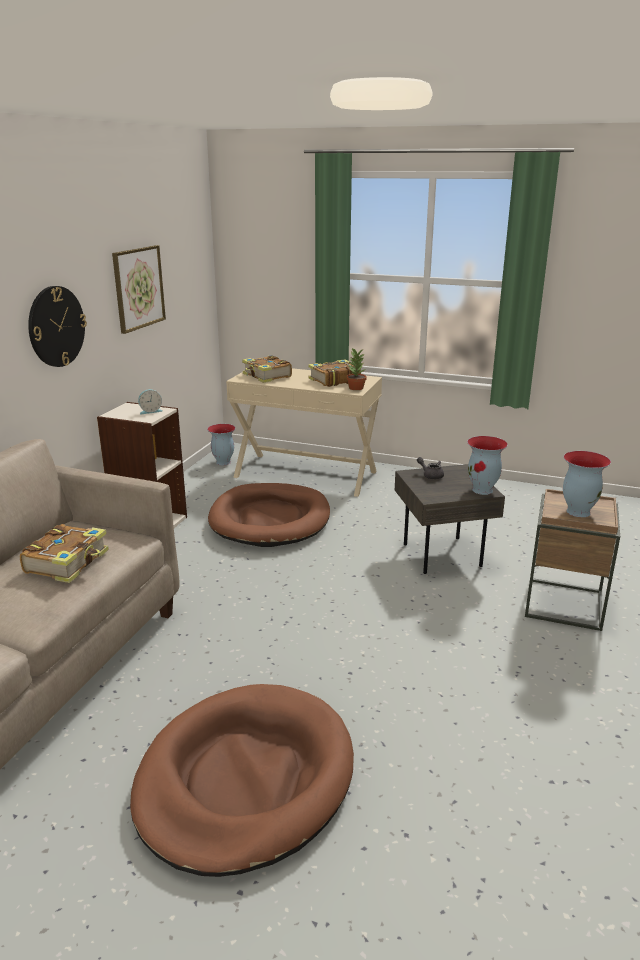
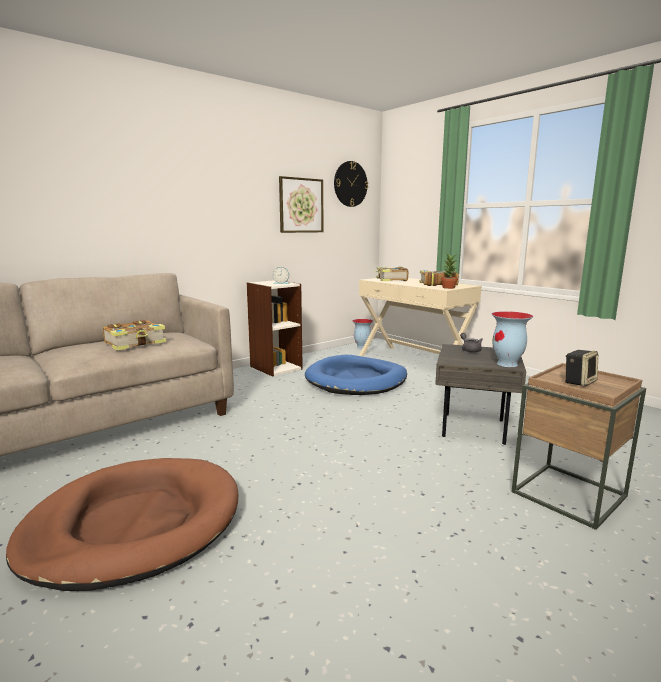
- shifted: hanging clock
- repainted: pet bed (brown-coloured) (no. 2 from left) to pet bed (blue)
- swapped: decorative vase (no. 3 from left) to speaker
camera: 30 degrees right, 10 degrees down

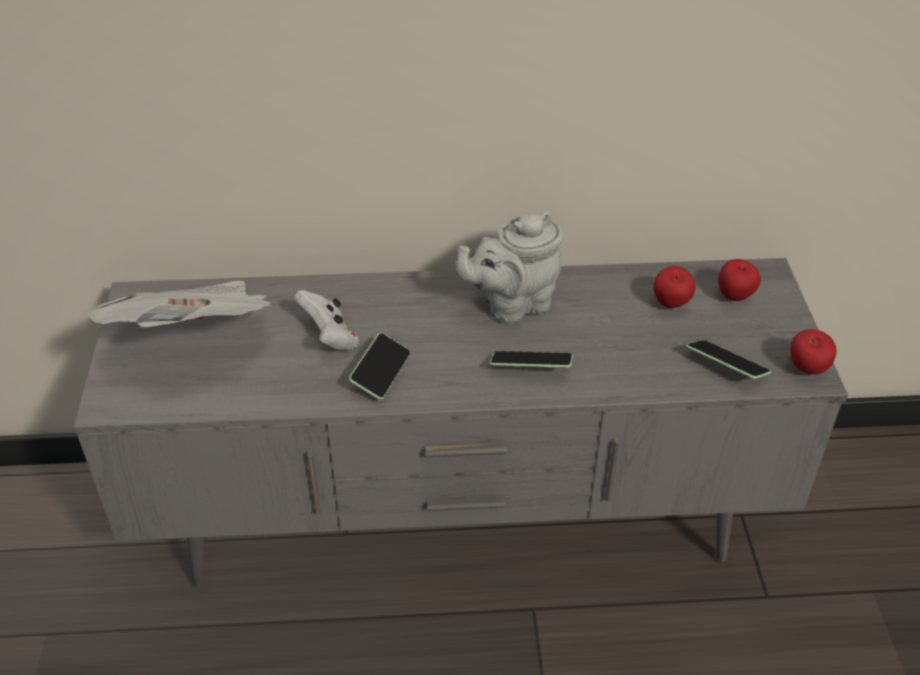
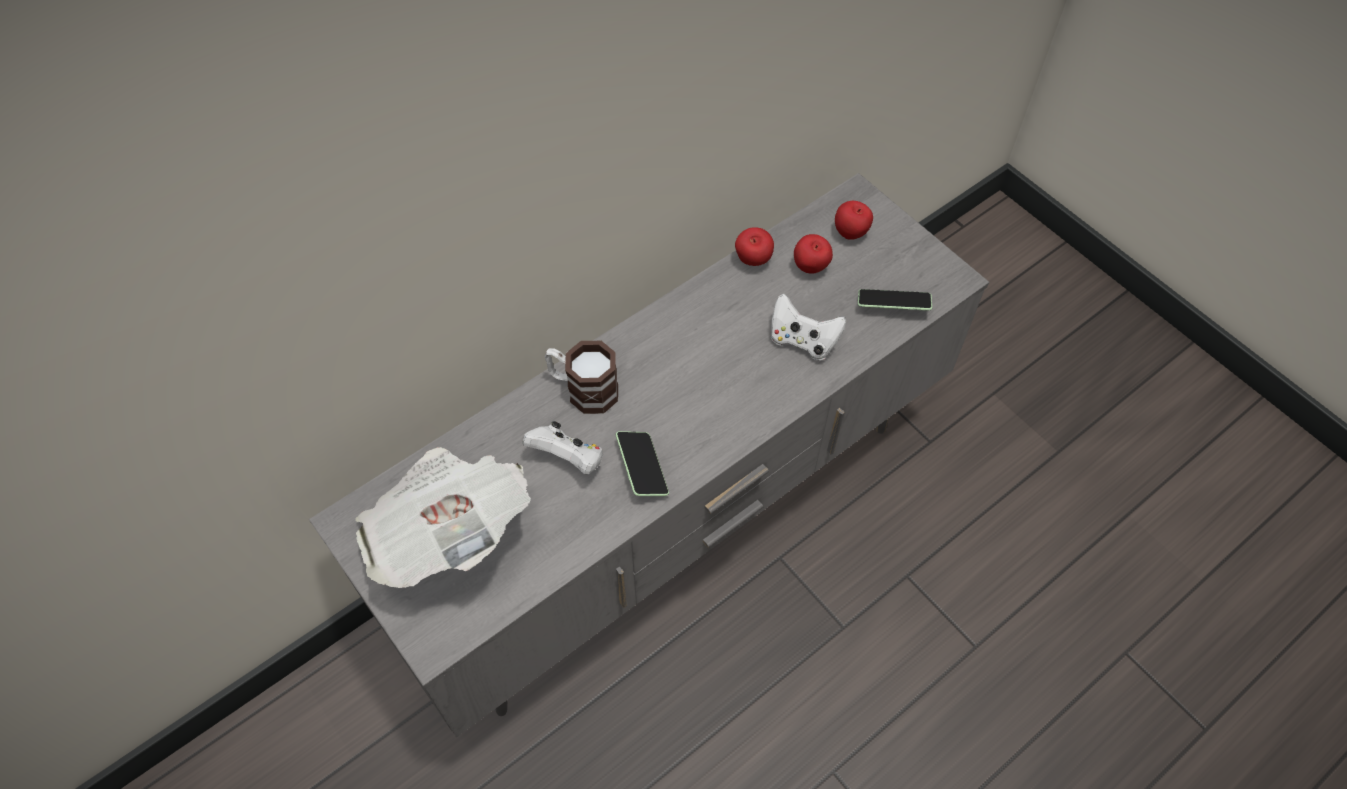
- gone: pot for tea (gray)
- gone: phone (no. 2 from left)
- shifted: apple (no. 3 from left in the first image) to apple (no. 1 from left)
- new: coffee mug
- new: joypad (whitish) (no. 2 from left)
camera: 35 degrees left, 15 degrees up

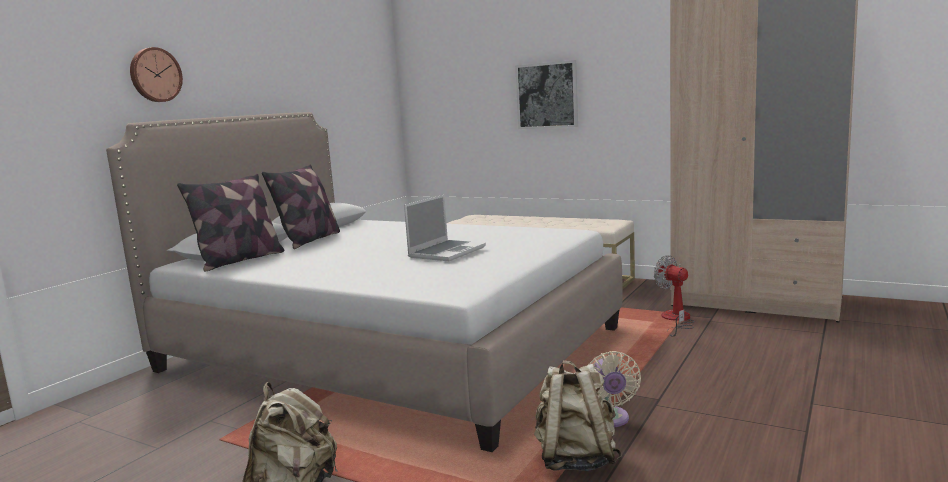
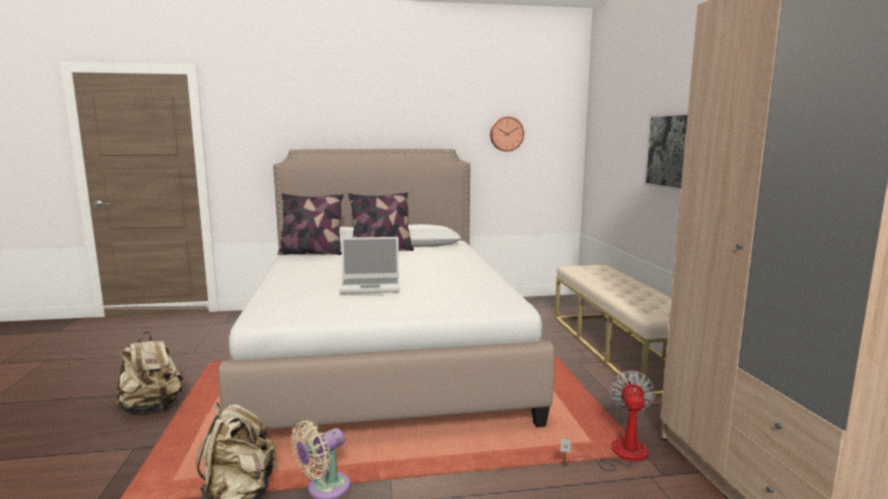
- shifted: hanging clock
camera: 50 degrees right, 0 degrees up

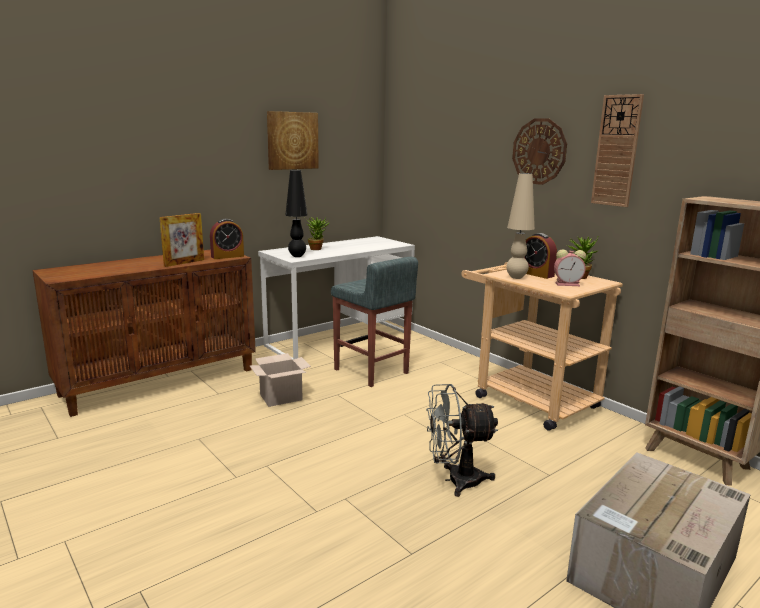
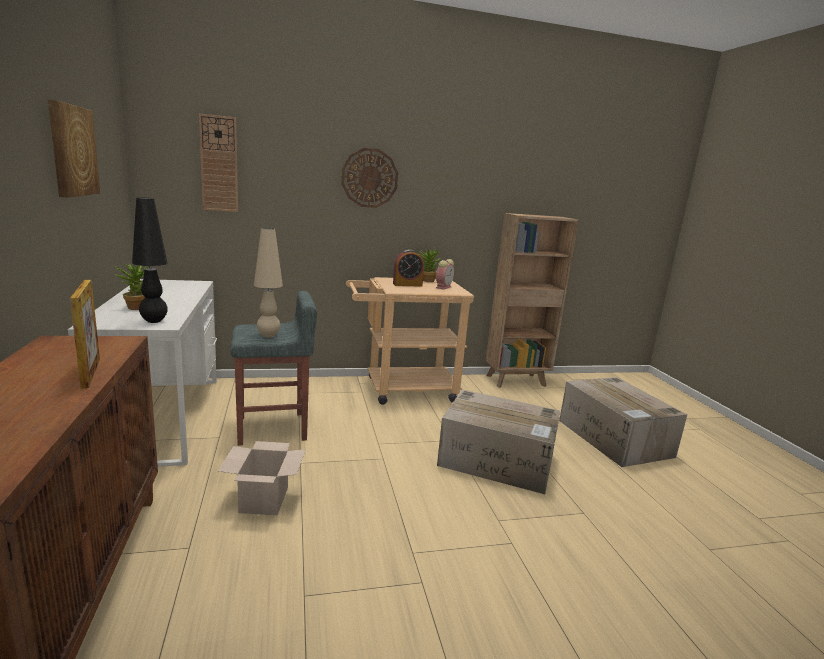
- gone: alarm clock (no. 1 from left)
- swapped: cooling fan (gray) to carton (no. 2 from left)
- shifted: lamp for a table (sand-coloured)
- shifted: hanging clock (no. 2 from left in the first image) to hanging clock (no. 1 from left)
camera: 65 degrees left, 0 degrees up

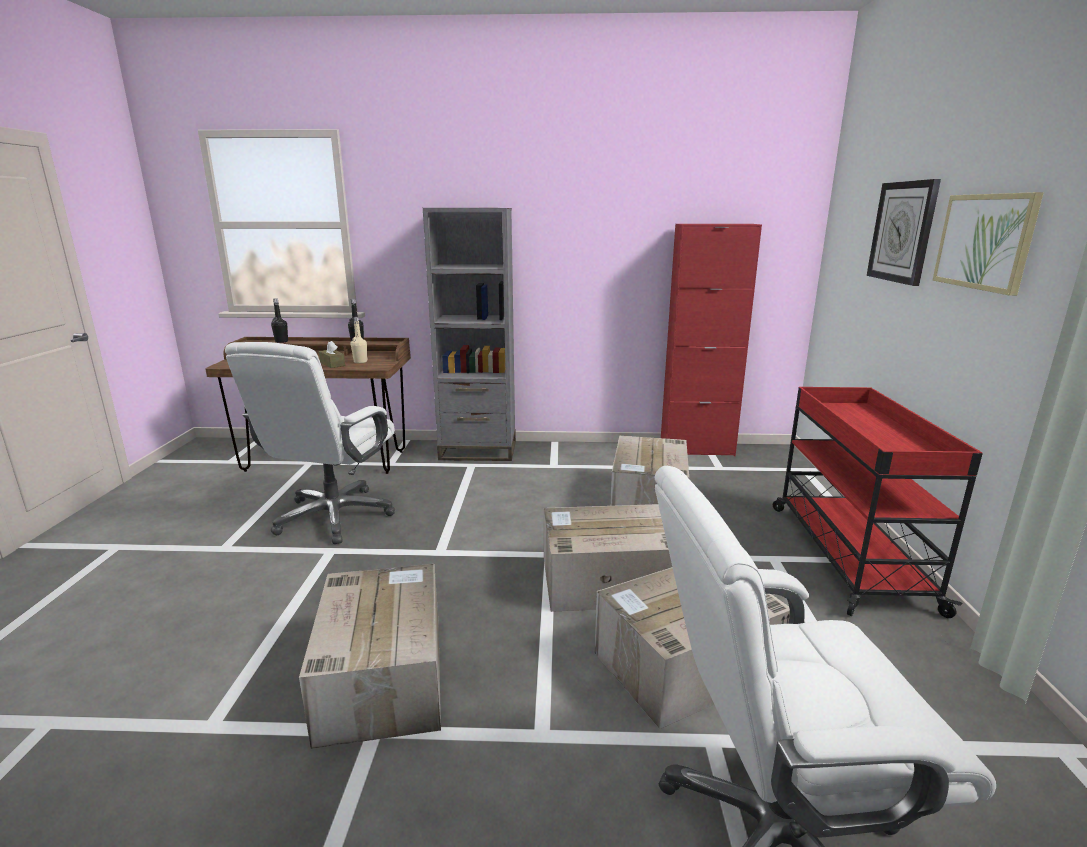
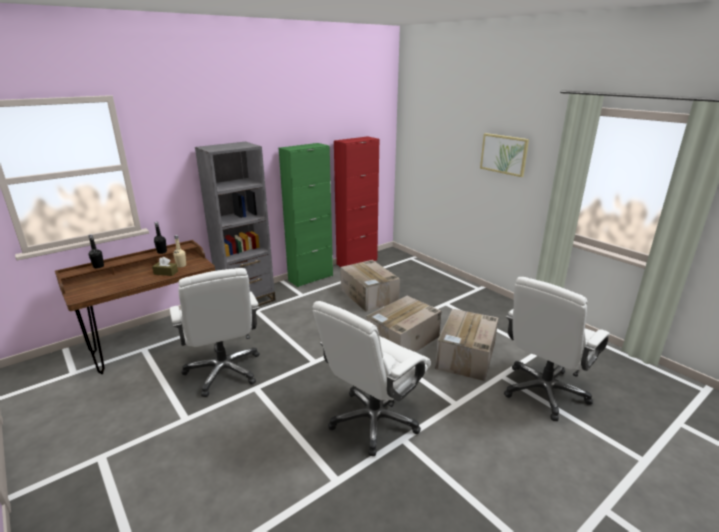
- swapped: carton (no. 1 from left) to office chair (whitish) (no. 2 from left)
- gone: trolley (red-coloured)
- gone: hanging clock
- new: cabinet (greenish)
camera: 40 degrees left, 5 degrees up

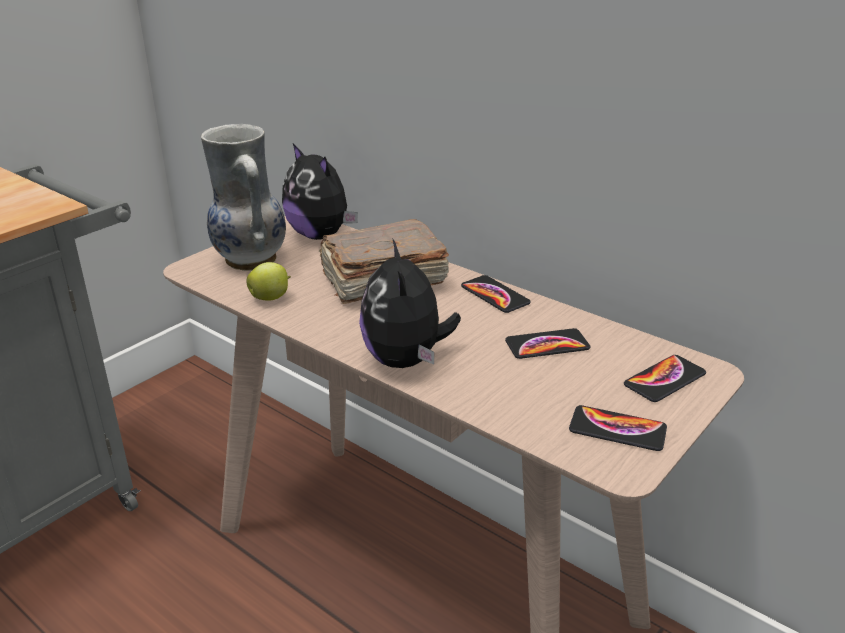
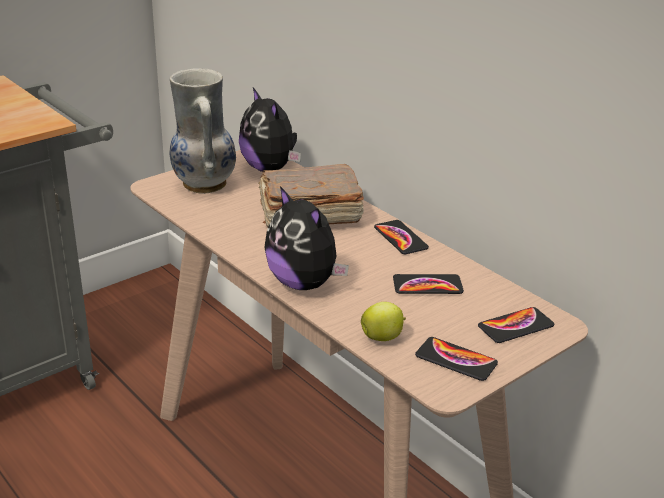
- shifted: apple
- rotated: plush toy (no. 2 from left) 45 degrees counterclockwise
camera: 10 degrees right, 0 degrees up

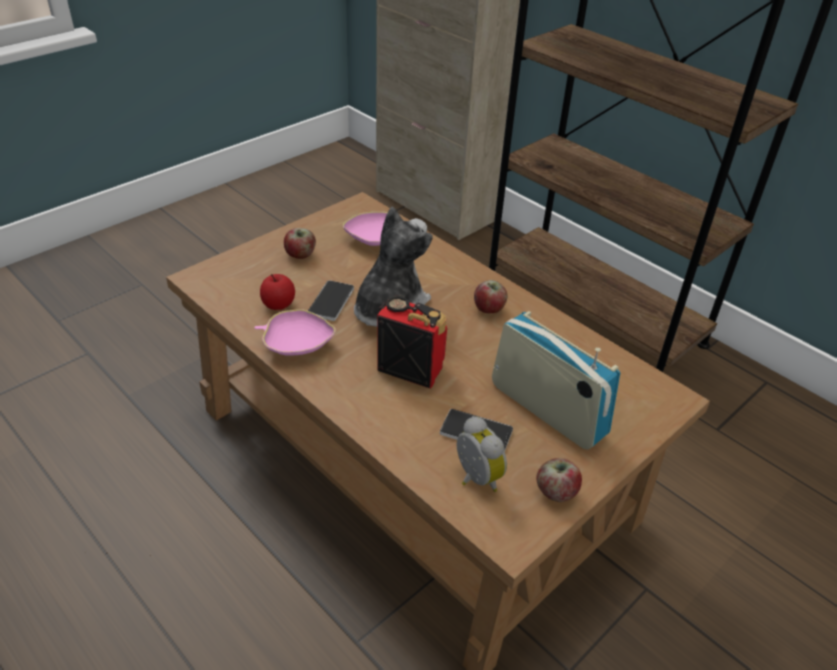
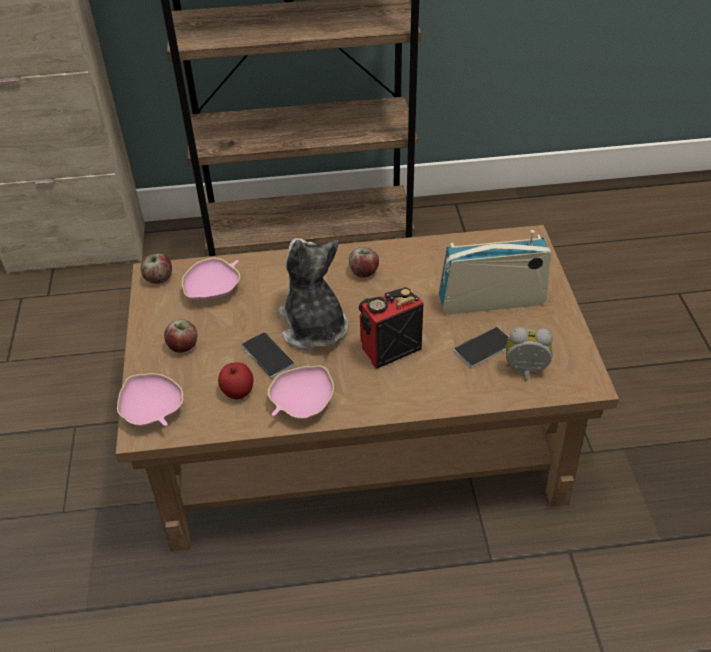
- shifted: apple (no. 4 from left in the first image) to apple (no. 1 from left)
- new: serving bowl (pinkish) (no. 1 from left)
camera: 50 degrees left, 5 degrees up

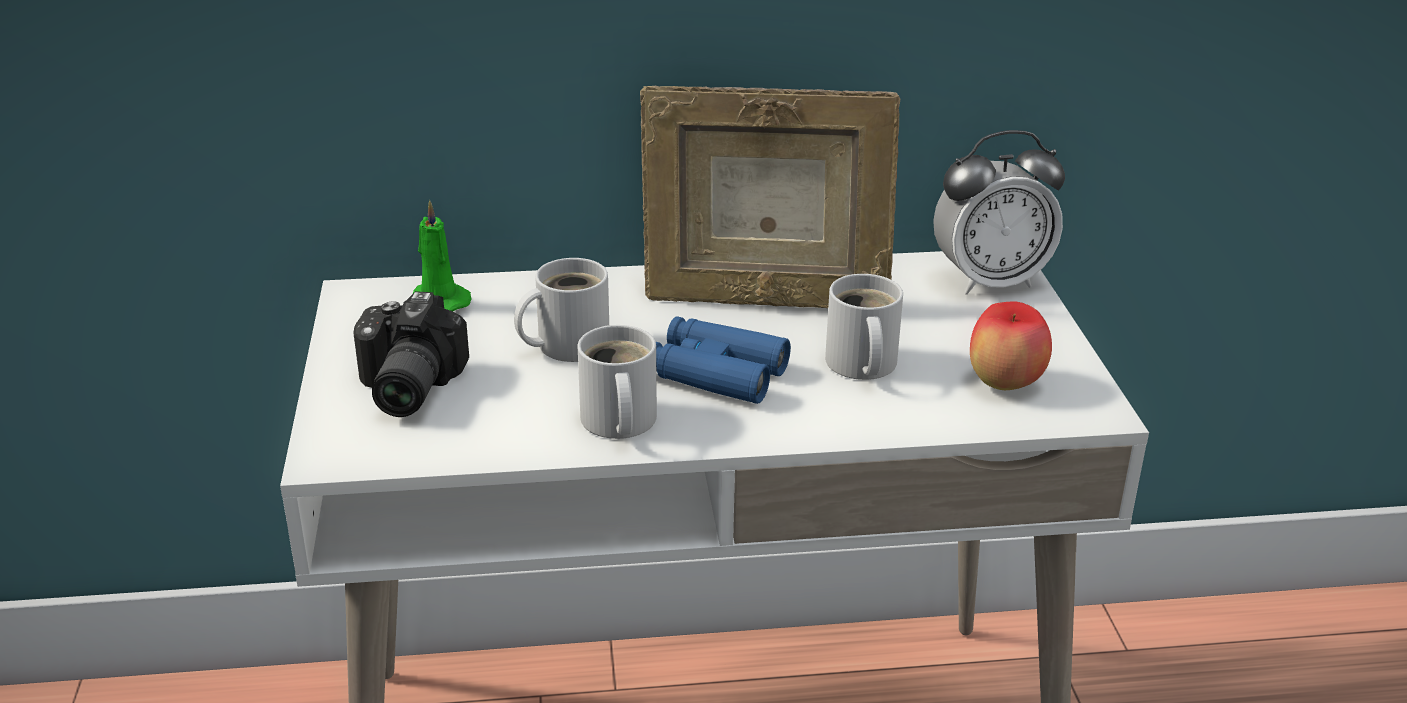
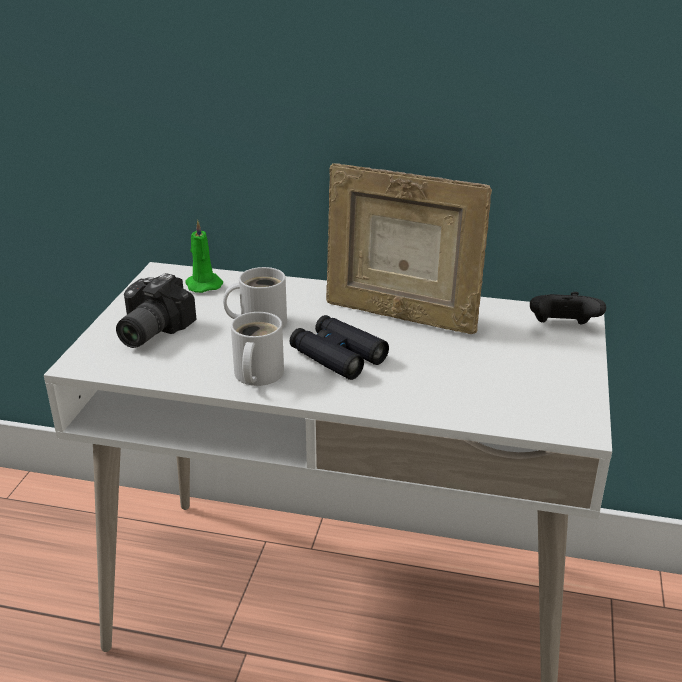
- repainted: binoculars (blue) to binoculars (blackish)
- gone: coffee mug (whitish) (no. 3 from left)
- swapped: alarm clock to joypad (blackish)
- gone: apple
camera: 20 degrees right, 0 degrees up

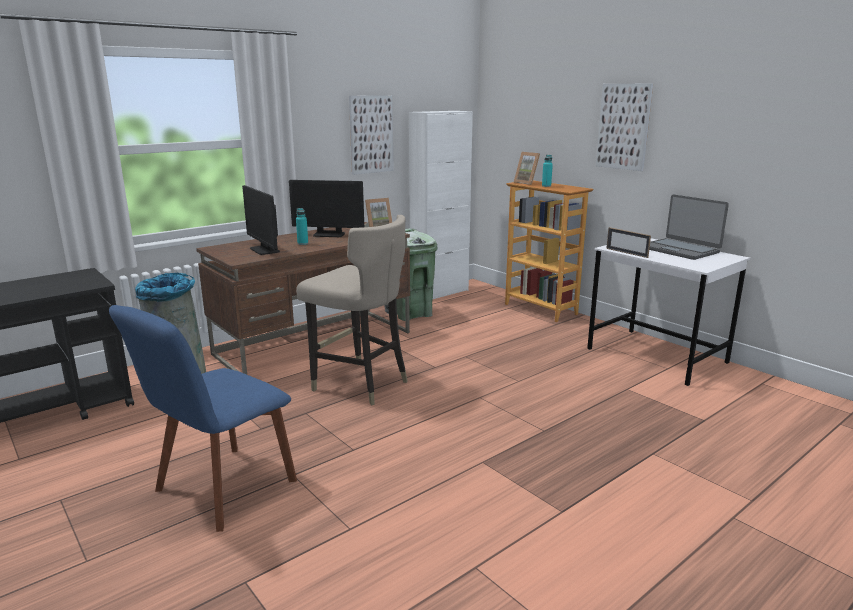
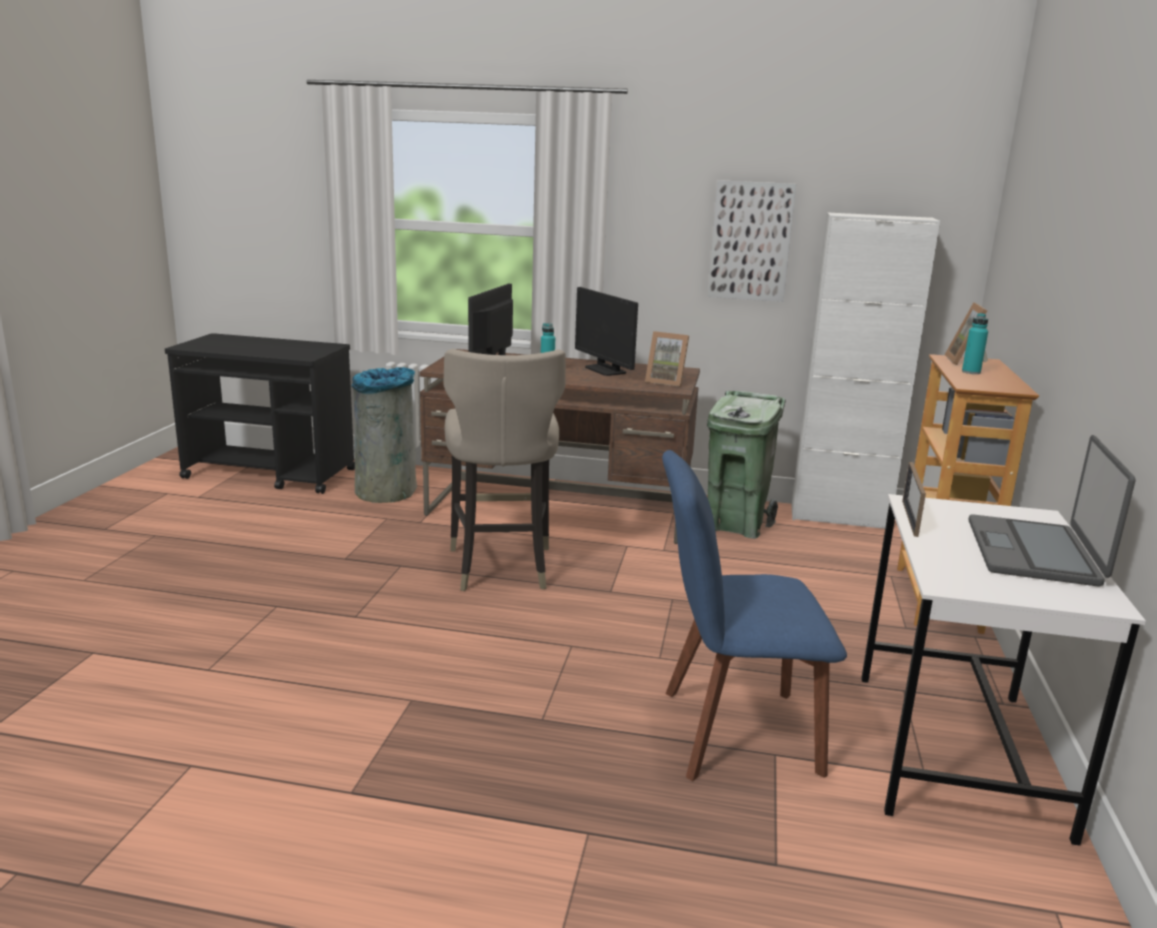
- shifted: upright chair (blue)
- gone: wall art (no. 2 from left)
camera: 50 degrees right, 0 degrees up

